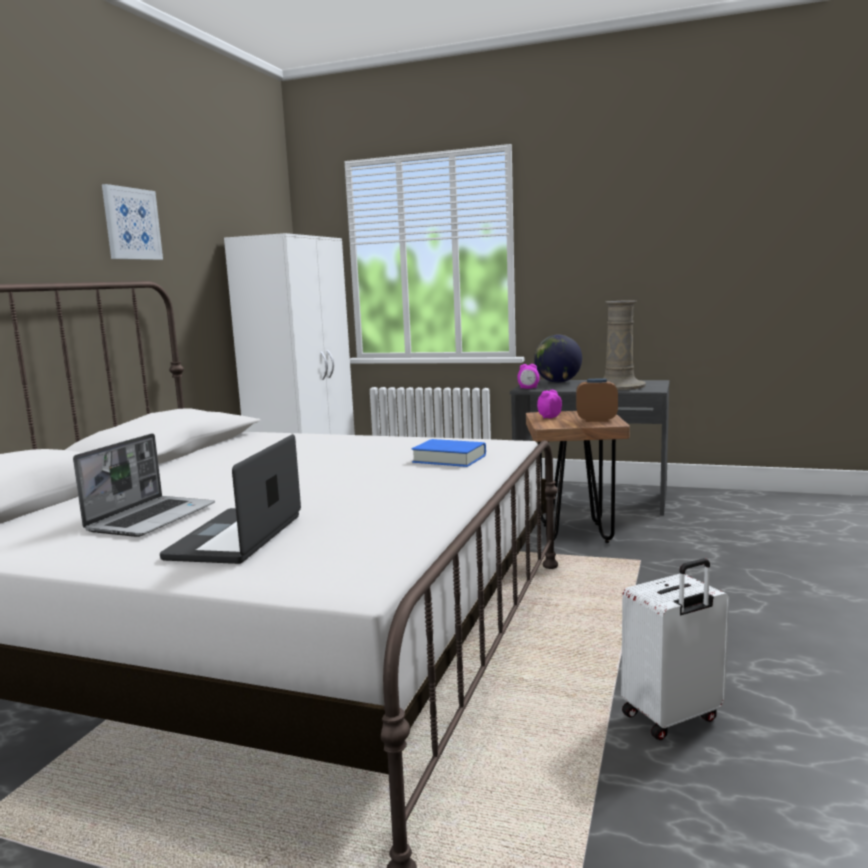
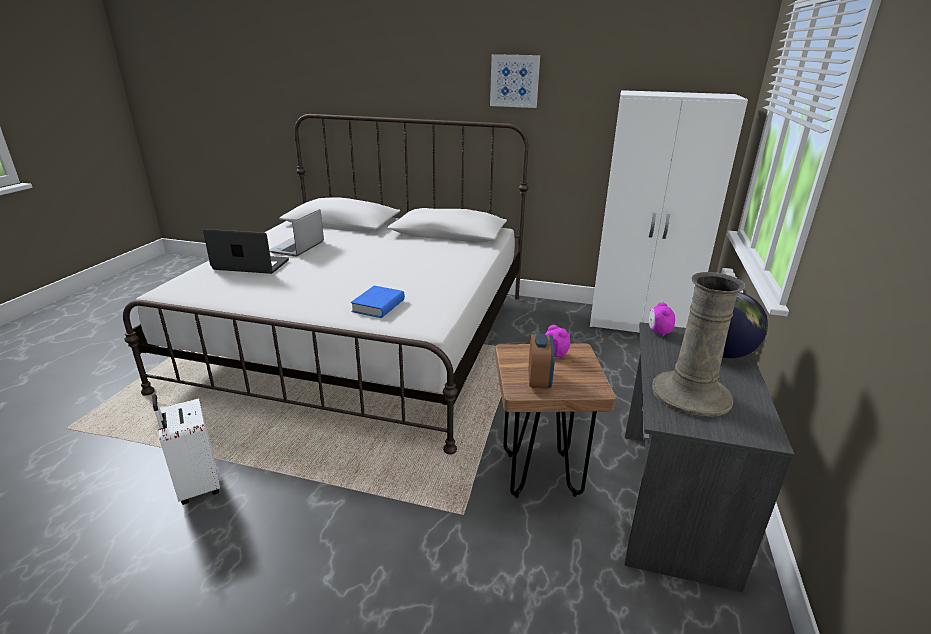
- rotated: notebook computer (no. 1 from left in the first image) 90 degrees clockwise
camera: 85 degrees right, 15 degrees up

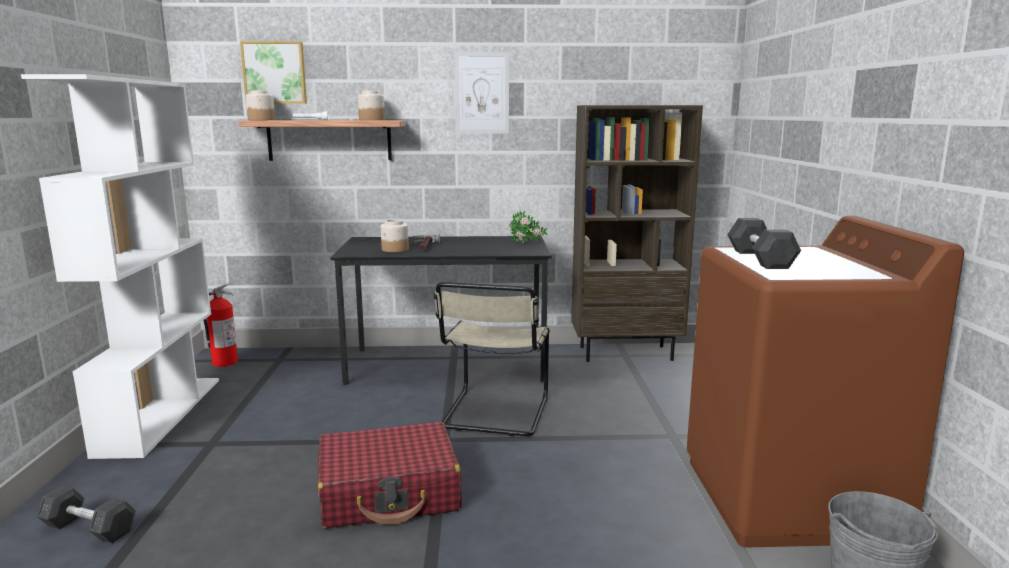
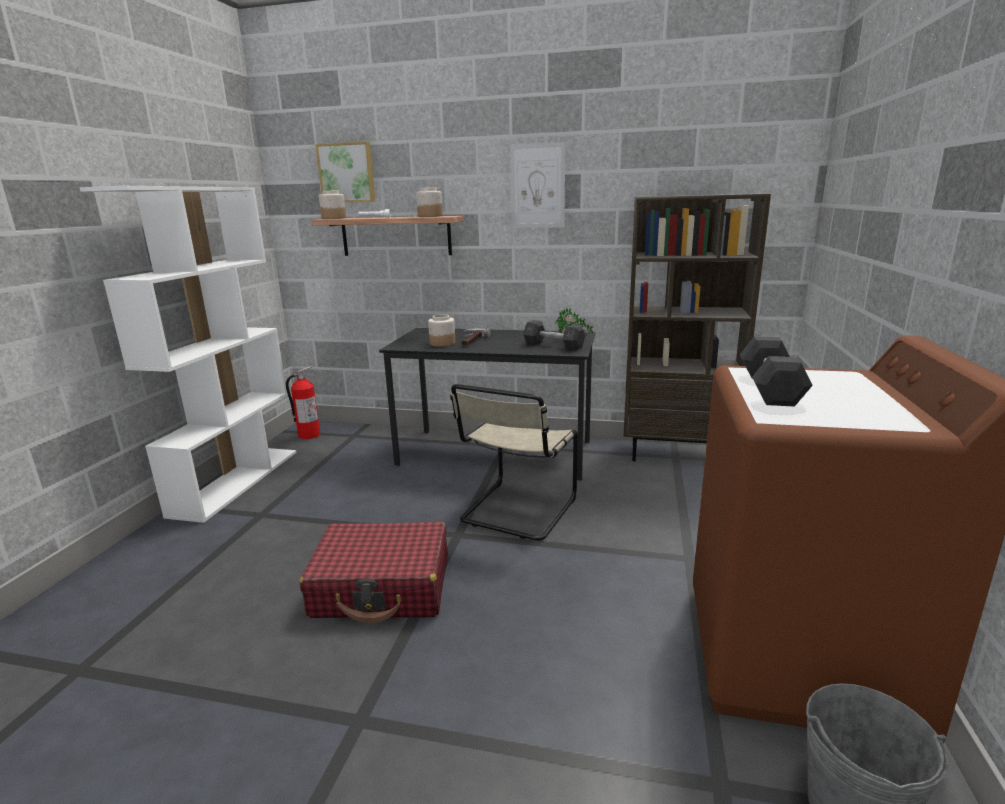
- shifted: dumbbell (gray) (no. 1 from left)
camera: 15 degrees right, 5 degrees up

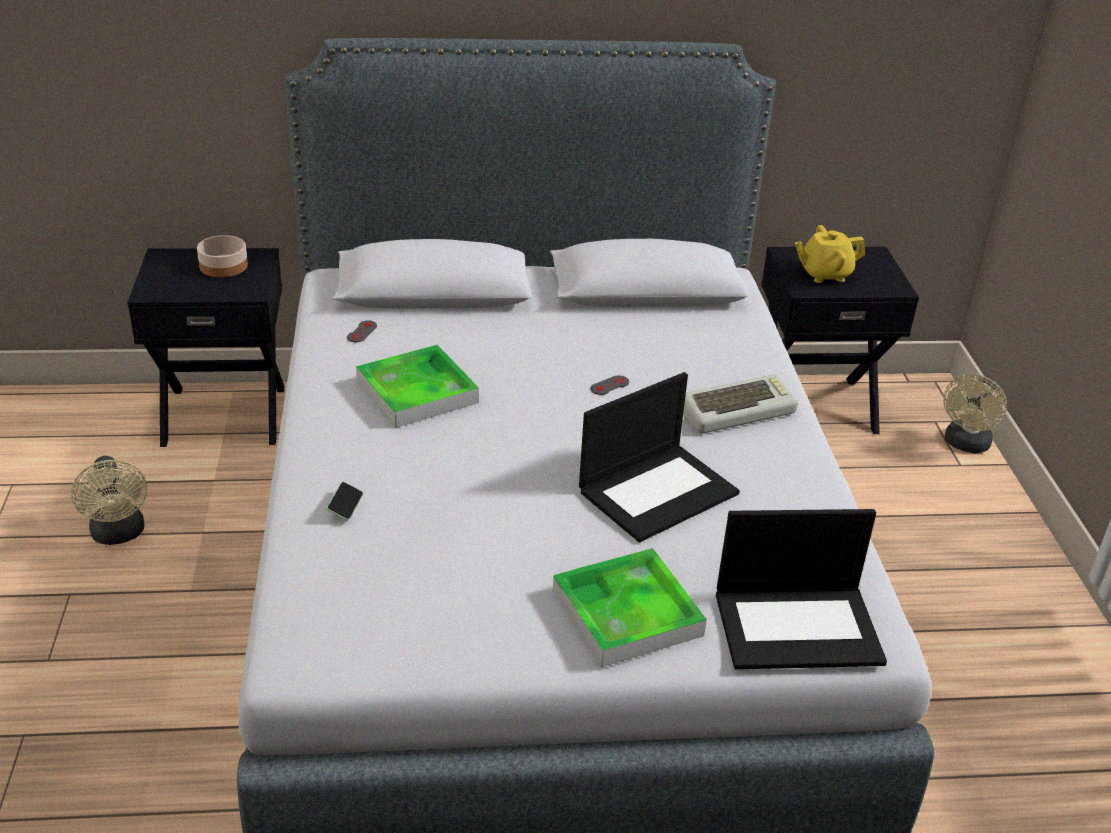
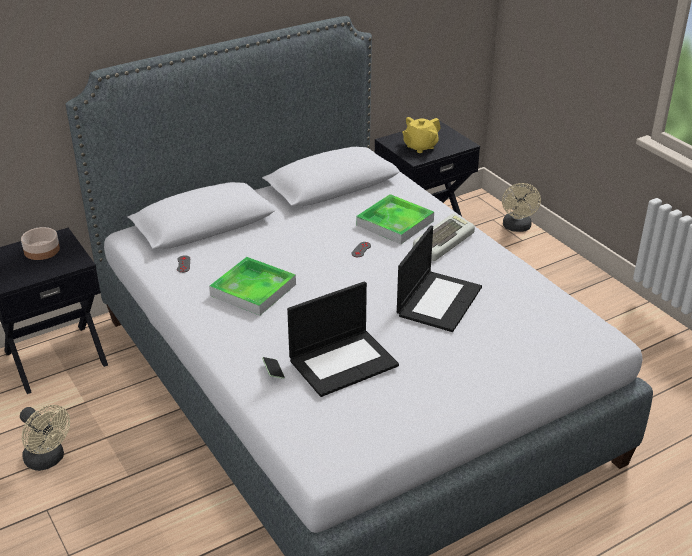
- shifted: tray (no. 2 from left)
- shifted: notebook computer (no. 2 from left in the first image) to notebook computer (no. 1 from left)
camera: 25 degrees left, 0 degrees up

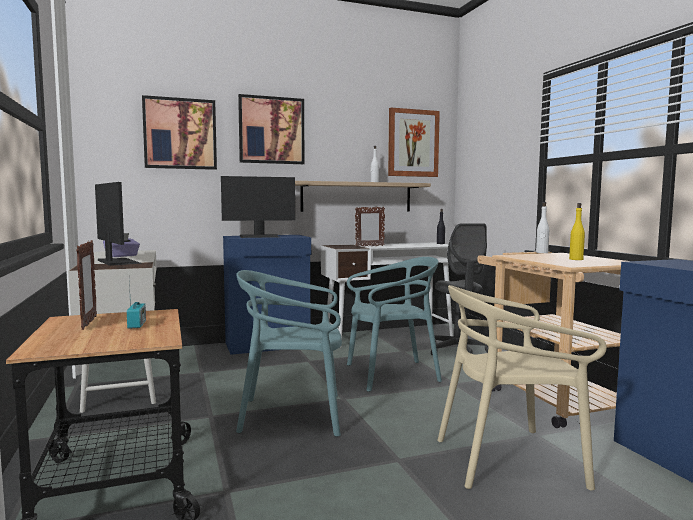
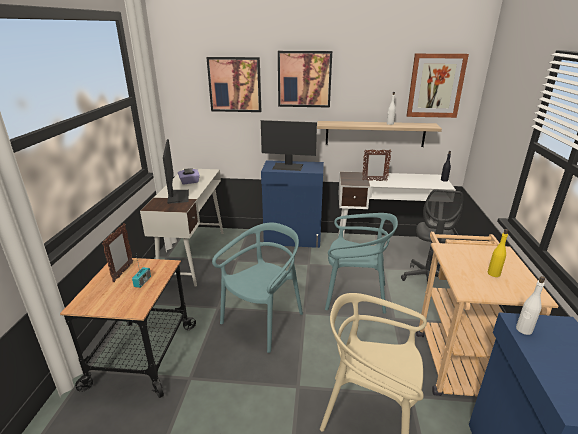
- rotated: upright chair (blue-green) (no. 1 from left) 105 degrees clockwise
- shifted: beverage bottle (whitish) (no. 2 from left)
camera: 25 degrees right, 20 degrees up

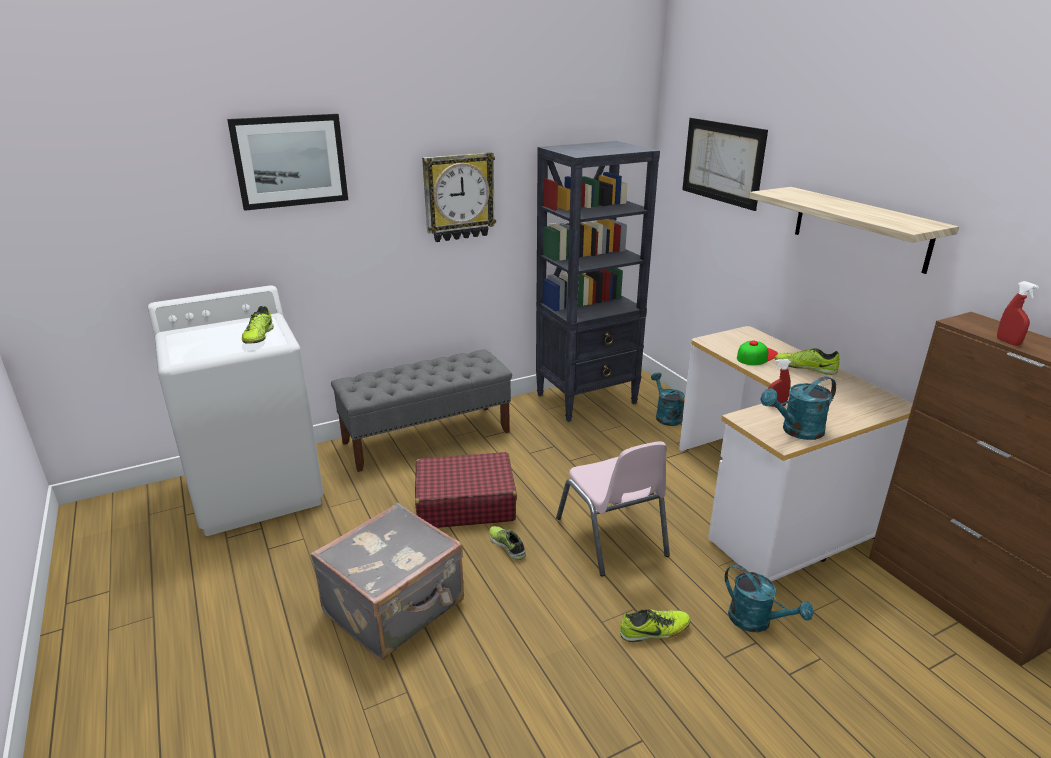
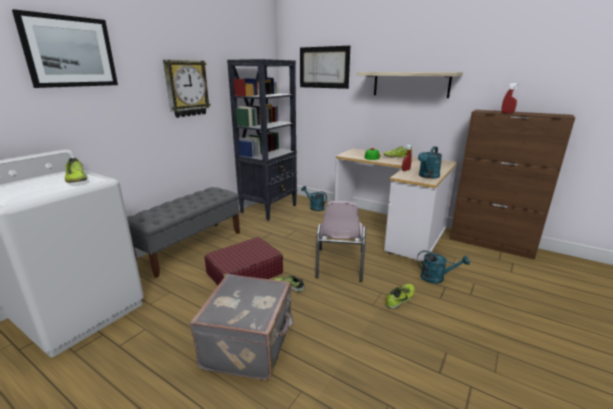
- rotated: upright chair (pinkish) 60 degrees clockwise
camera: 30 degrees left, 5 degrees down

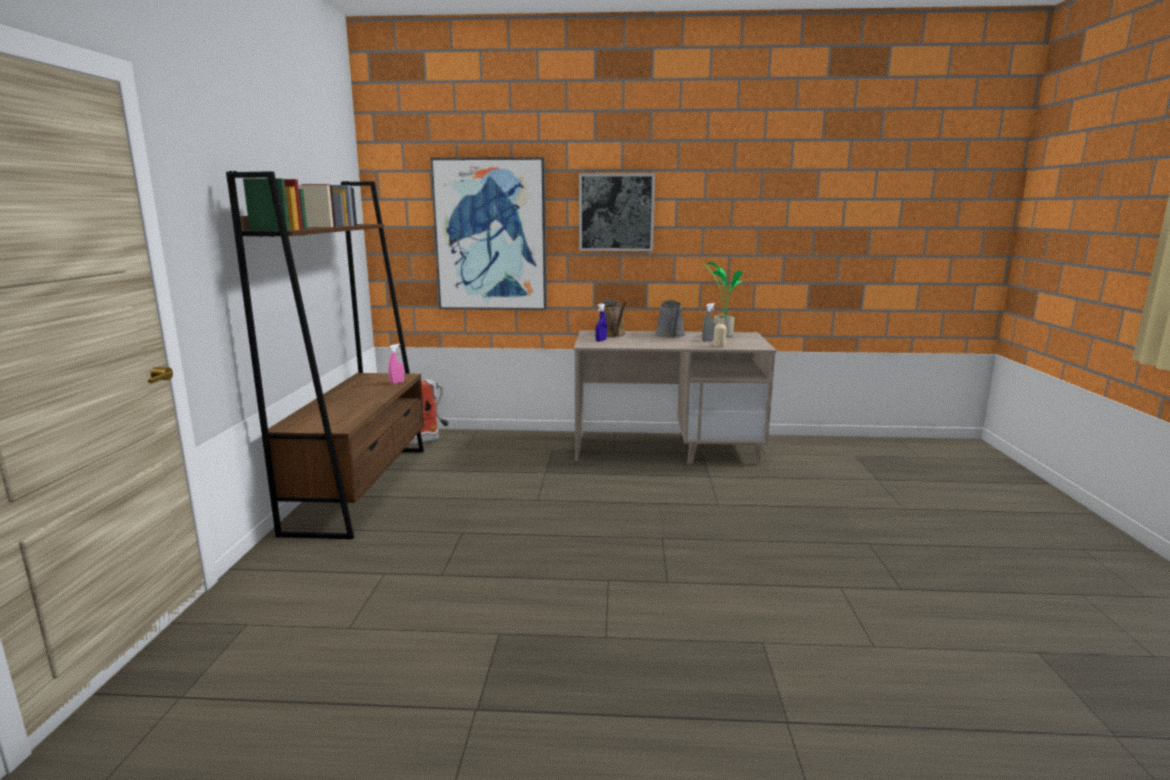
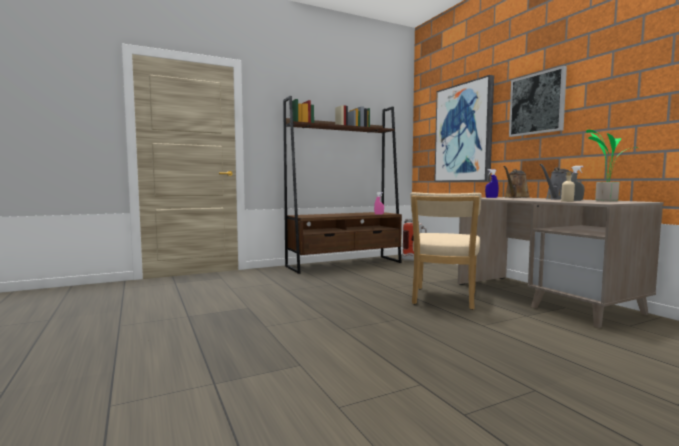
- new: upright chair (sand-coloured)
camera: 60 degrees right, 10 degrees down

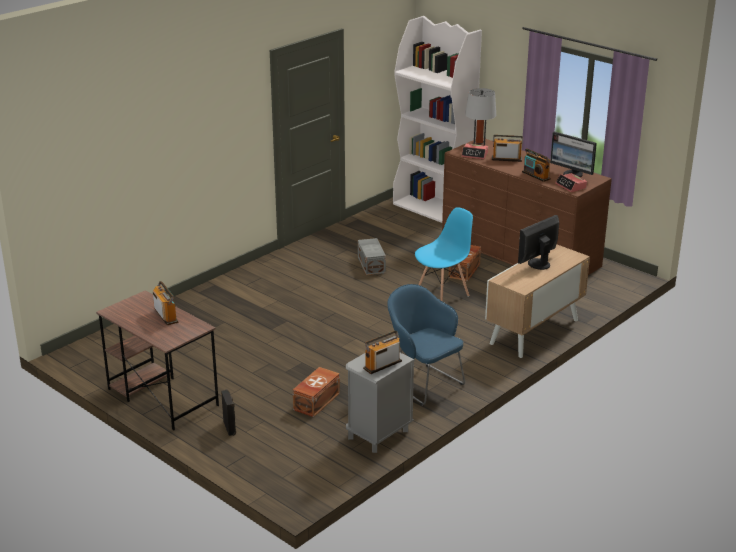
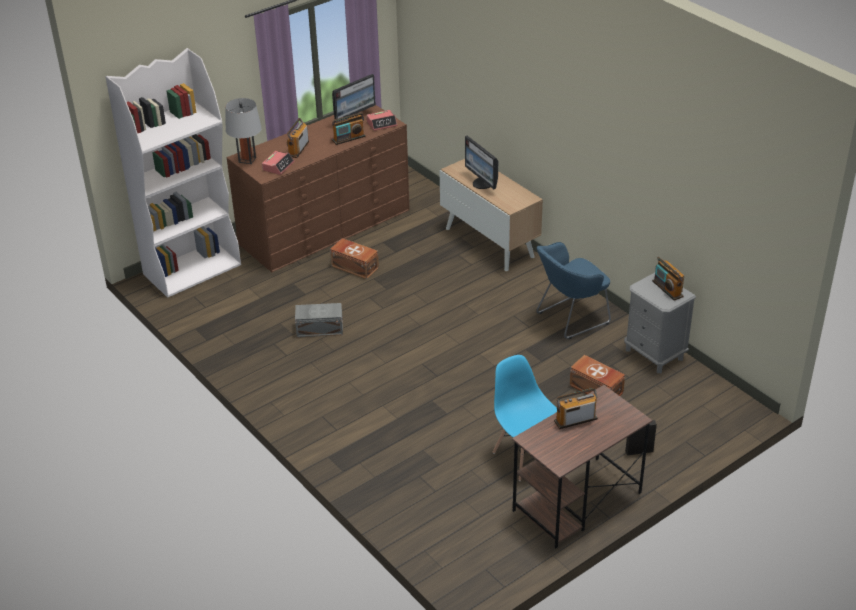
- shifted: upright chair (blue)
camera: 80 degrees left, 10 degrees up

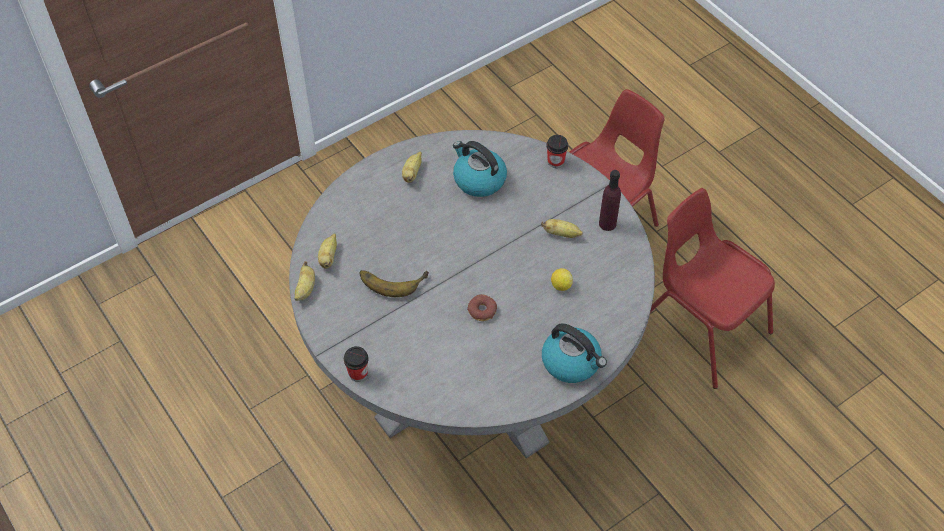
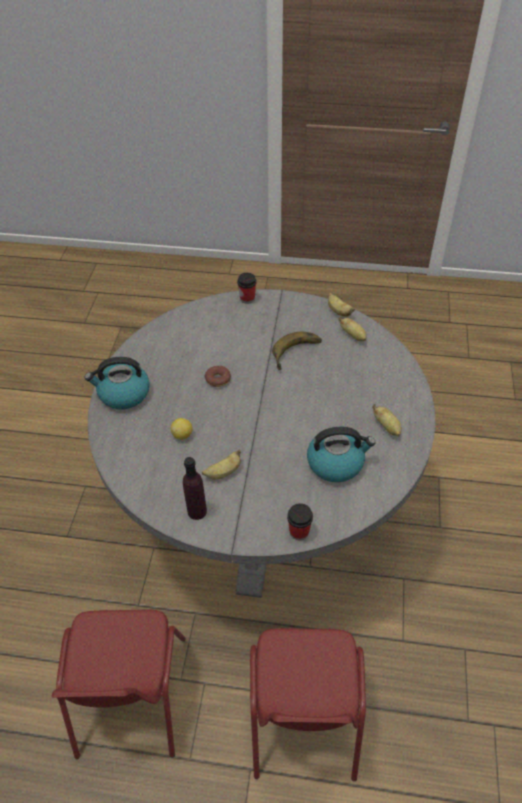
- rotated: upright chair (red-coloured) (no. 2 from left in the first image) 90 degrees clockwise
camera: 135 degrees right, 5 degrees down

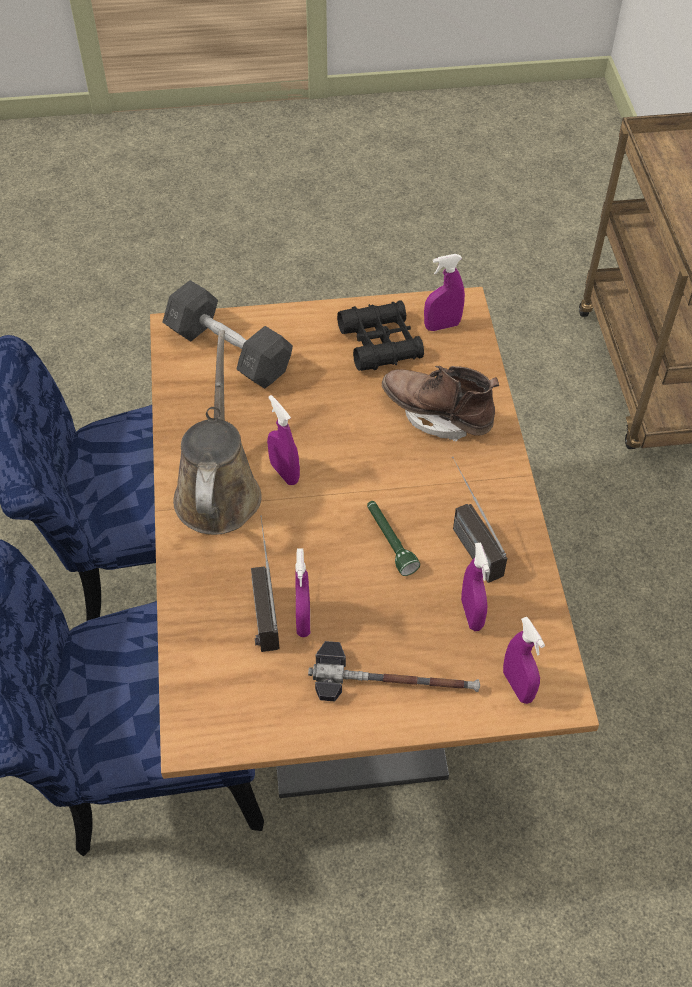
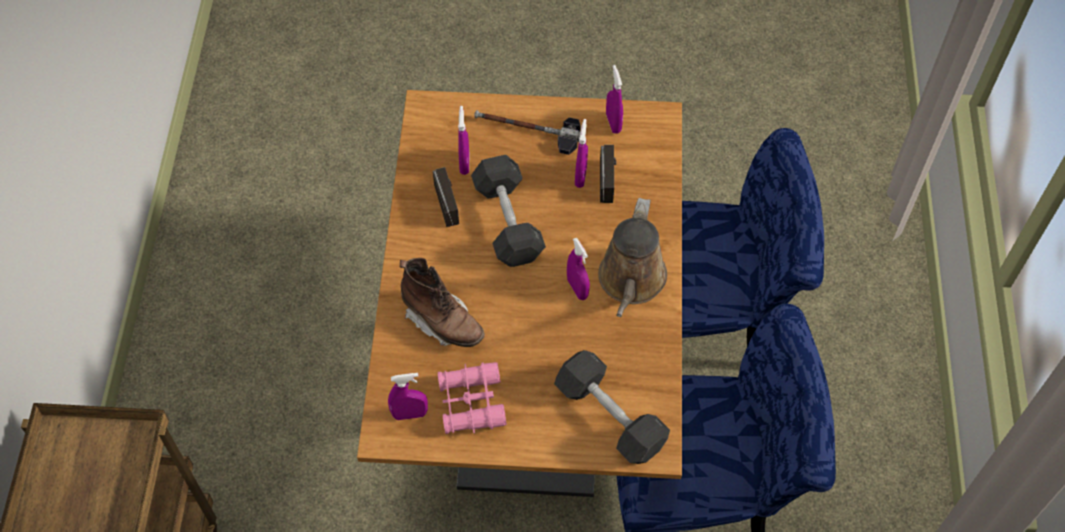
- repainted: binoculars (blackish) to binoculars (pinkish)
- swapped: flashlight (greenish) to dumbbell (gray) (no. 1 from left)
- shifted: hand sprayer (purplish) (no. 5 from left)
camera: 170 degrees left, 5 degrees up

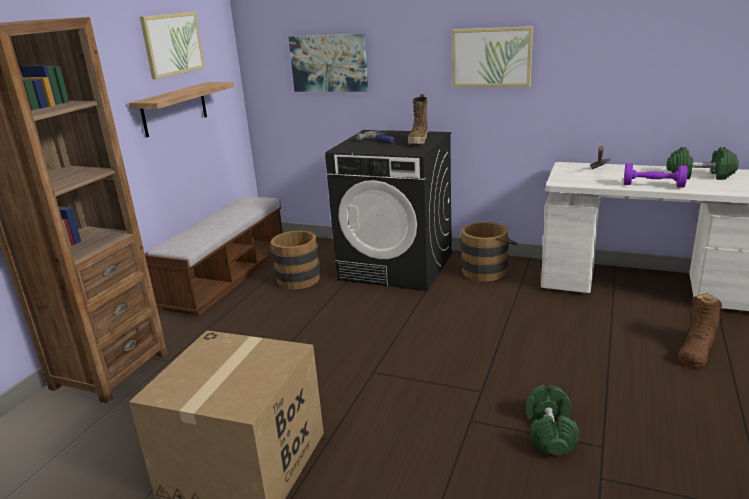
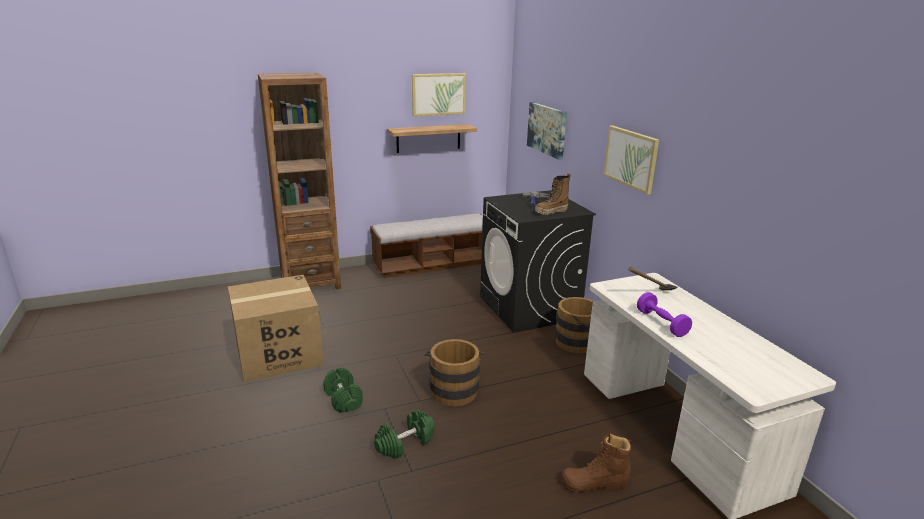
- shifted: water bucket (brown-coloured) (no. 1 from left)
- shifted: dumbbell (greenish) (no. 2 from left in the first image) to dumbbell (greenish) (no. 1 from left)
camera: 45 degrees right, 0 degrees up

